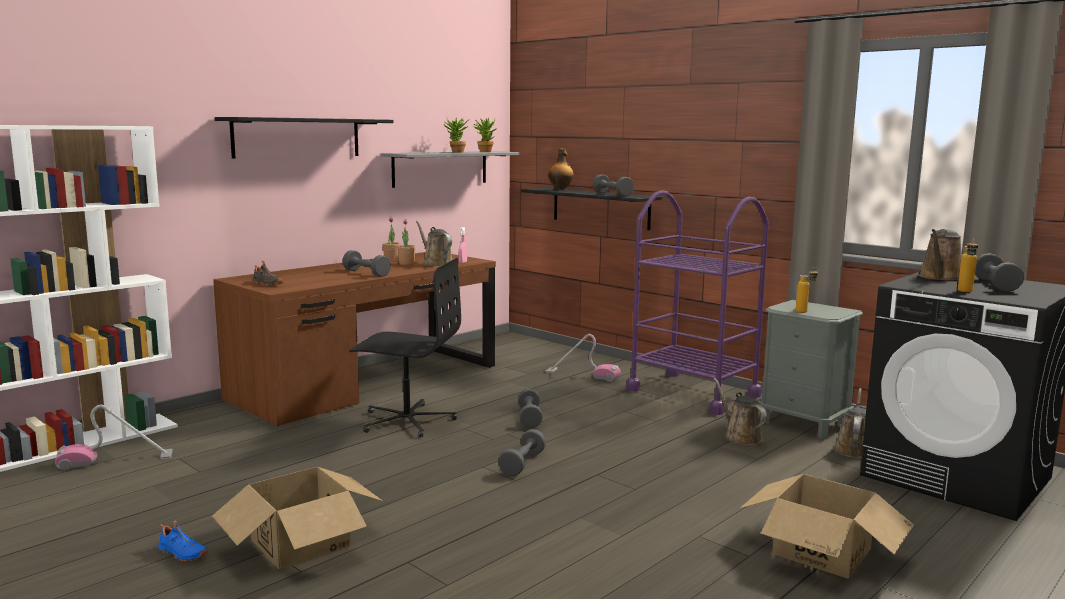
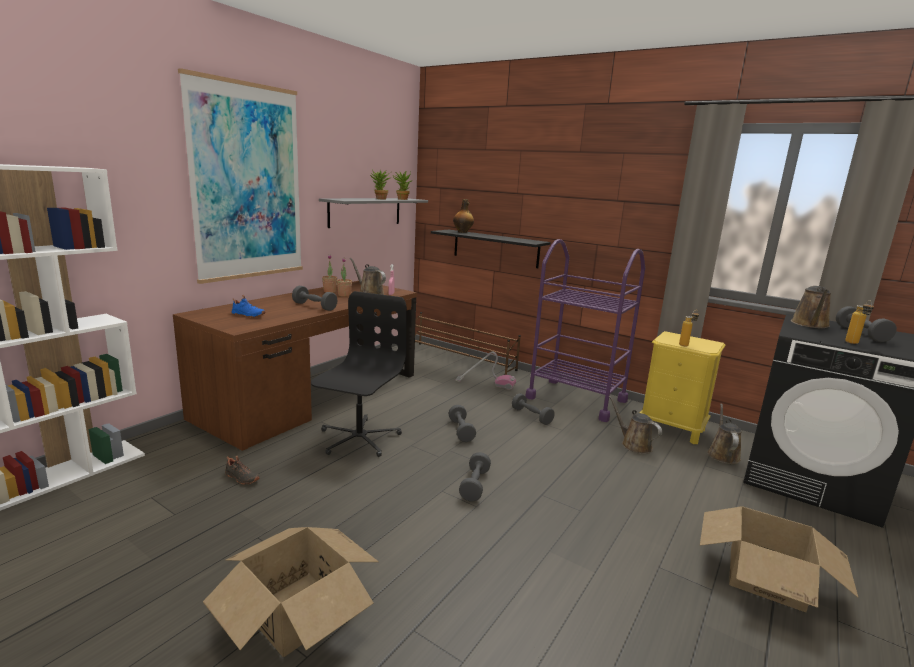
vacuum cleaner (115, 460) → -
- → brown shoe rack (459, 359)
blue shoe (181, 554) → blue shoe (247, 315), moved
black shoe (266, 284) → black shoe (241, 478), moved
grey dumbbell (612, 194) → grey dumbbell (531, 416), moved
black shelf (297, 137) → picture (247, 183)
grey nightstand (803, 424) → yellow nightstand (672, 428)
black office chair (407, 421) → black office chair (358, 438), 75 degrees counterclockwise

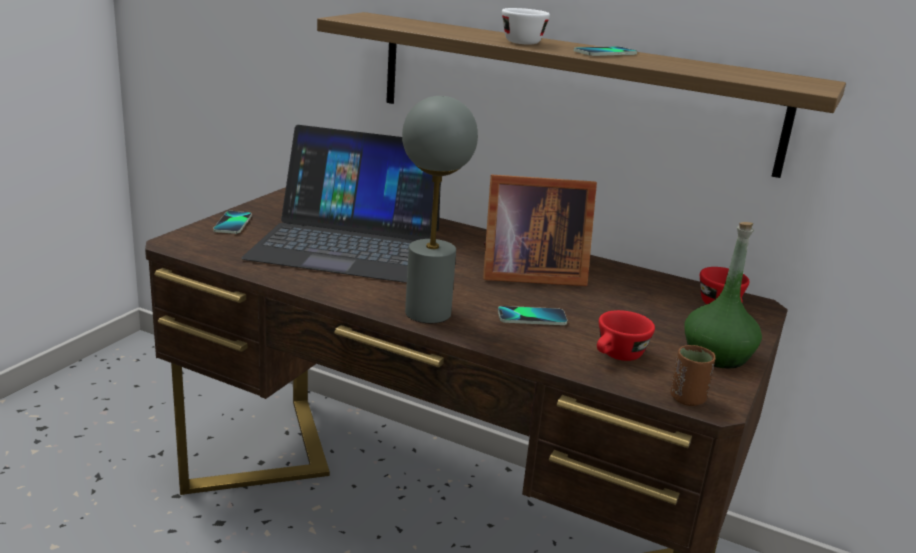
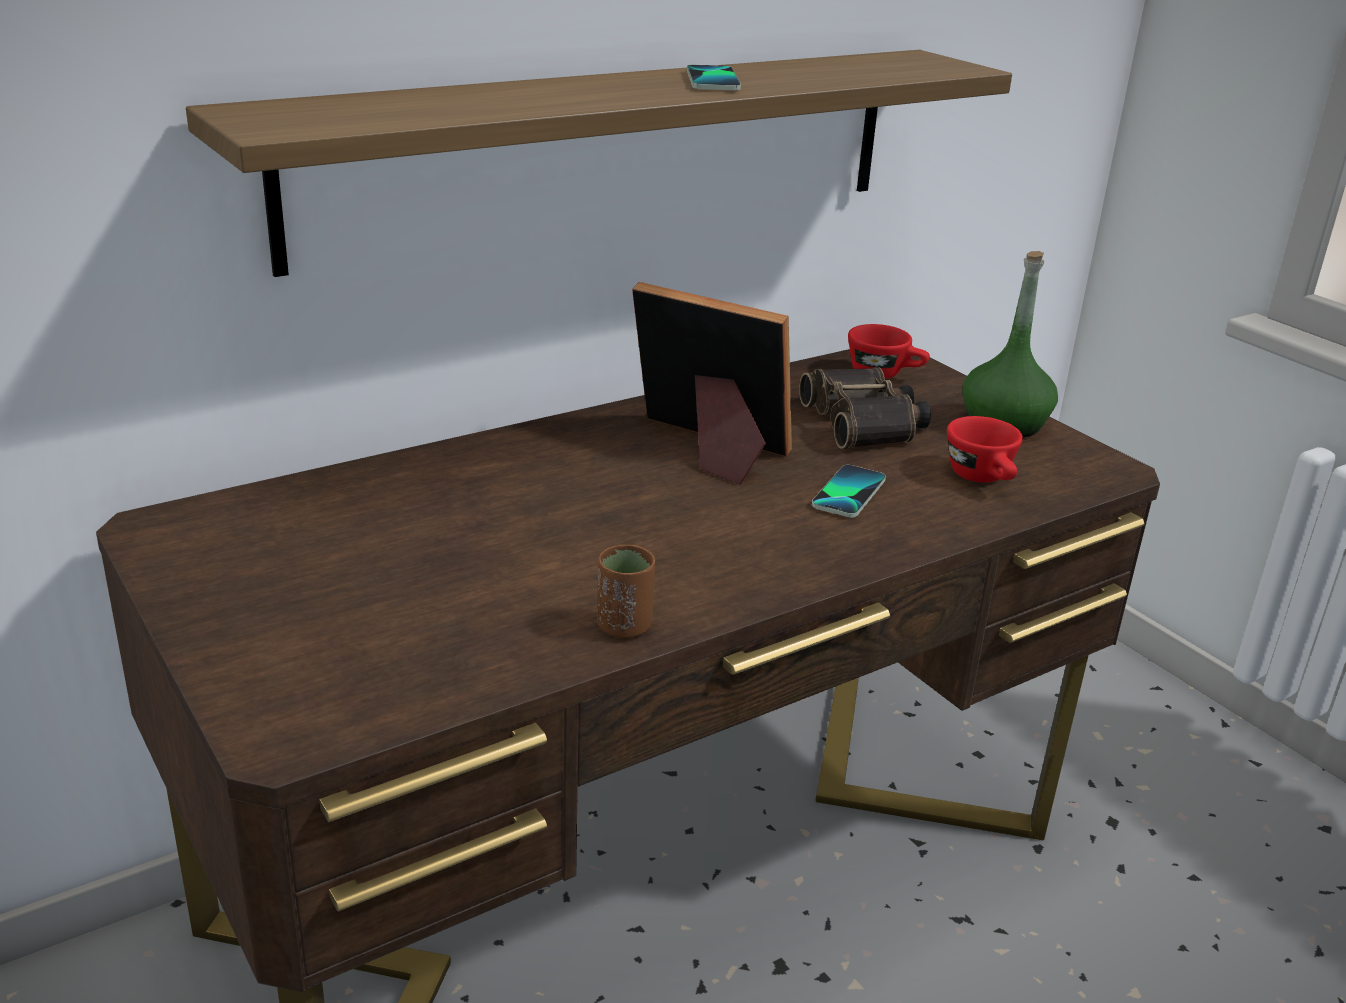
phone (233, 223) → -
laptop (347, 243) → -
grey table lamp (428, 313) → -
white cup (521, 41) → -
- → binoculars (865, 422)
brown cup (687, 399) → brown cup (624, 626), moved
picture frame (528, 274) → picture frame (708, 449), 90 degrees counterclockwise

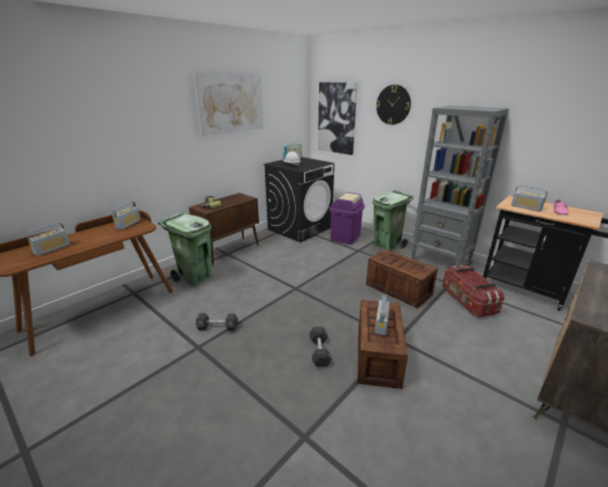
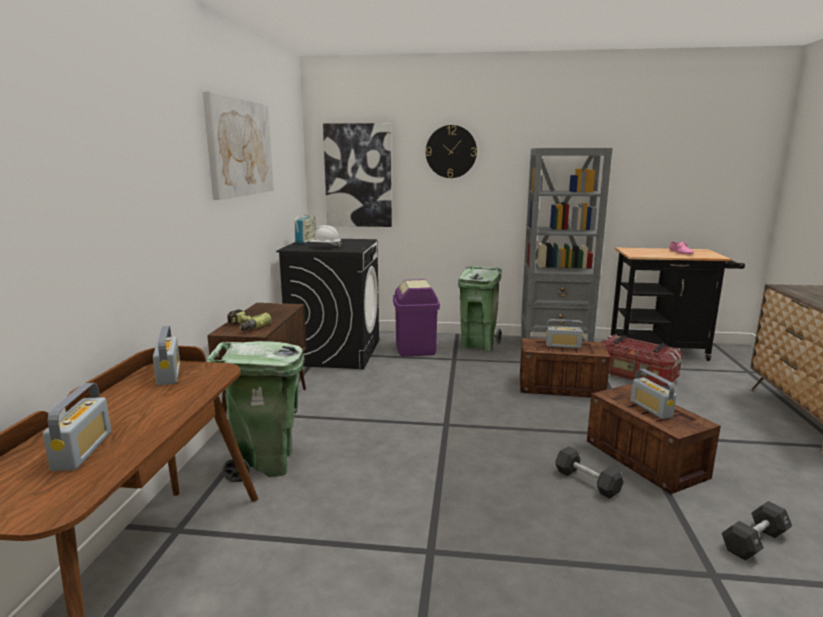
black dumbbell (217, 327) → black dumbbell (754, 541), moved
radio (526, 207) → radio (563, 346), moved

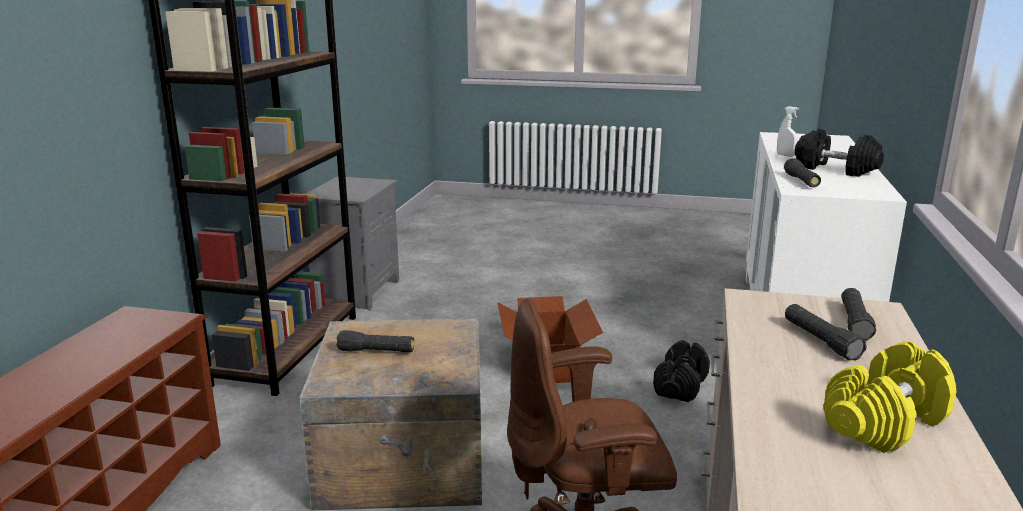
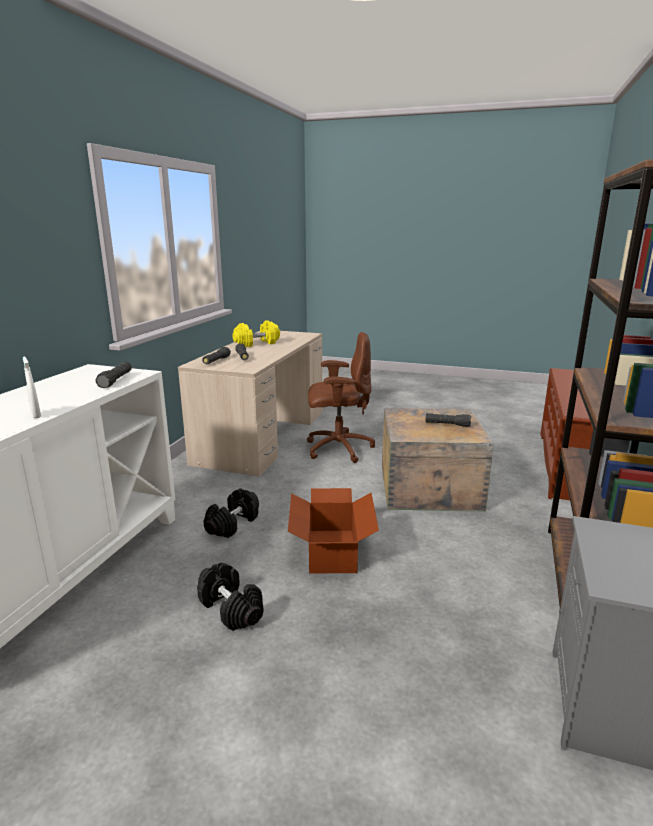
black dumbbell (835, 169) → black dumbbell (231, 609), moved

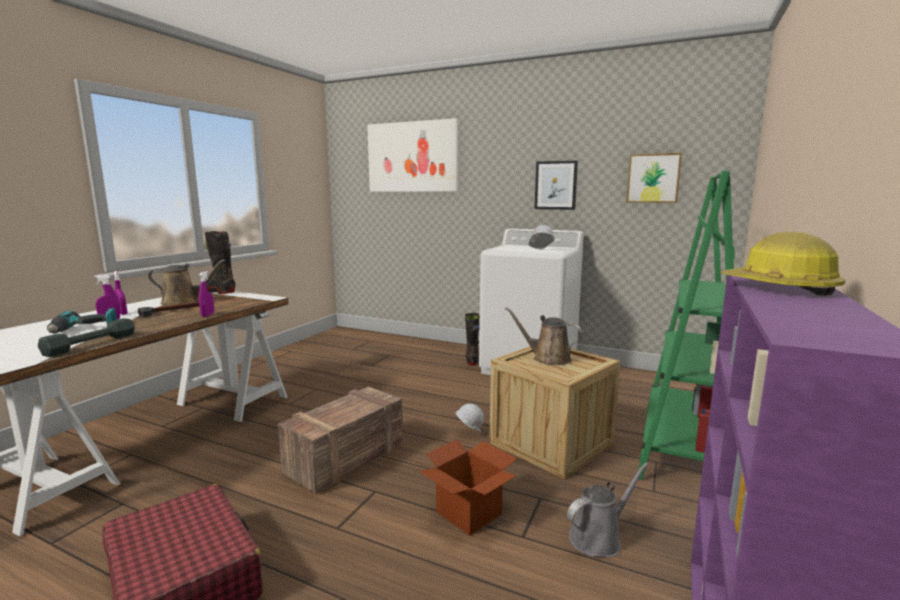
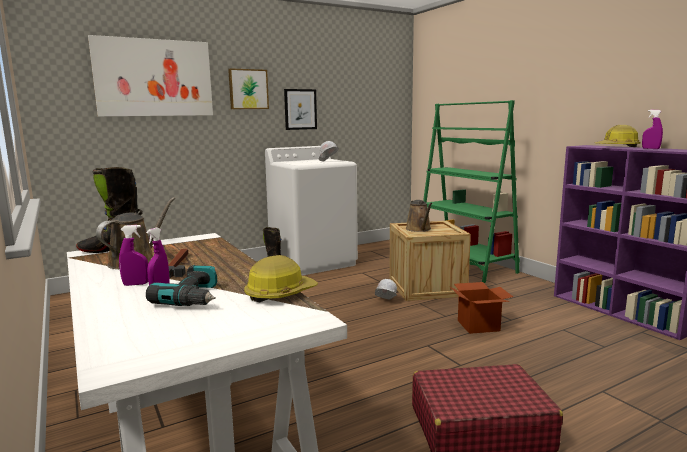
crate (347, 457) → -
grey watering can (598, 538) → -
purple spray bottle (208, 315) → purple spray bottle (650, 149), moved
picture (653, 178) → picture (248, 89), moved
grey dumbbell (90, 344) → hard hat (280, 294)
brown watering can (547, 358) → brown watering can (419, 229), 75 degrees counterclockwise

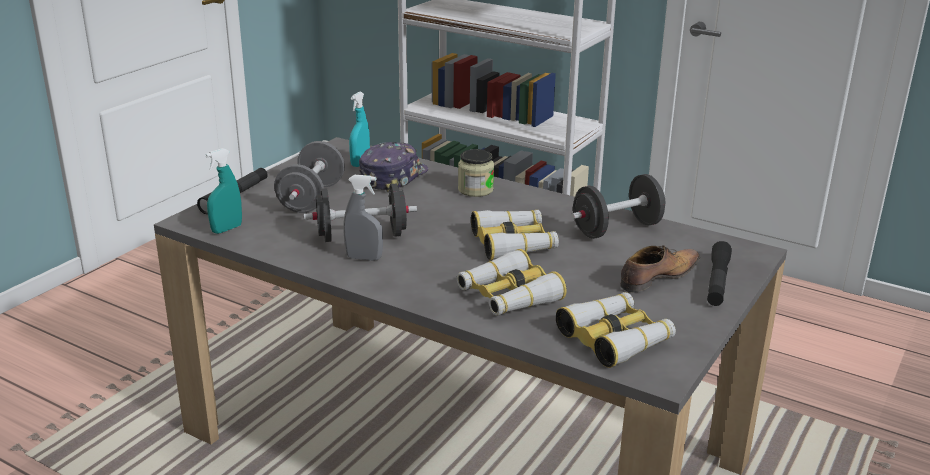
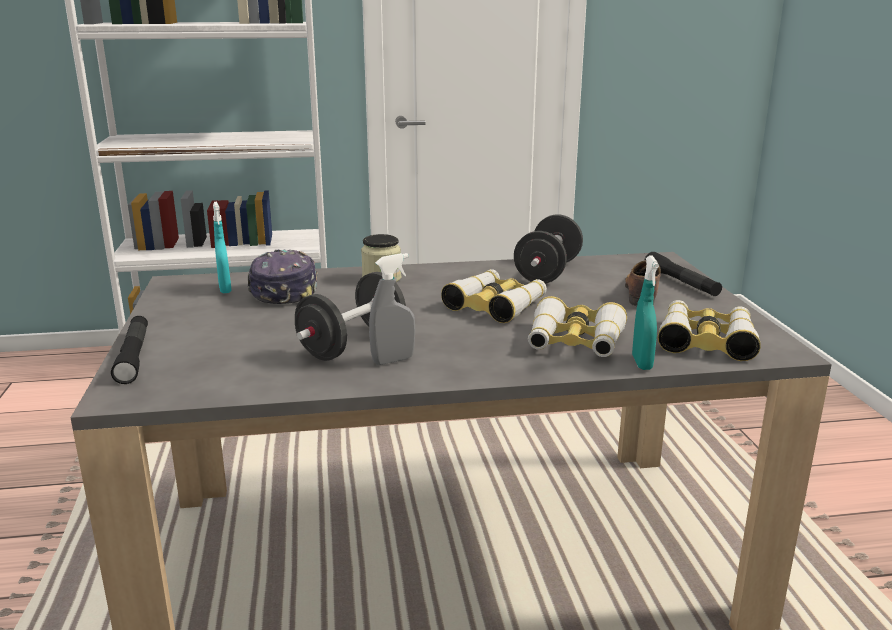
grey dumbbell (311, 198) → -
turquoise spray bottle (226, 229) → turquoise spray bottle (642, 363), moved

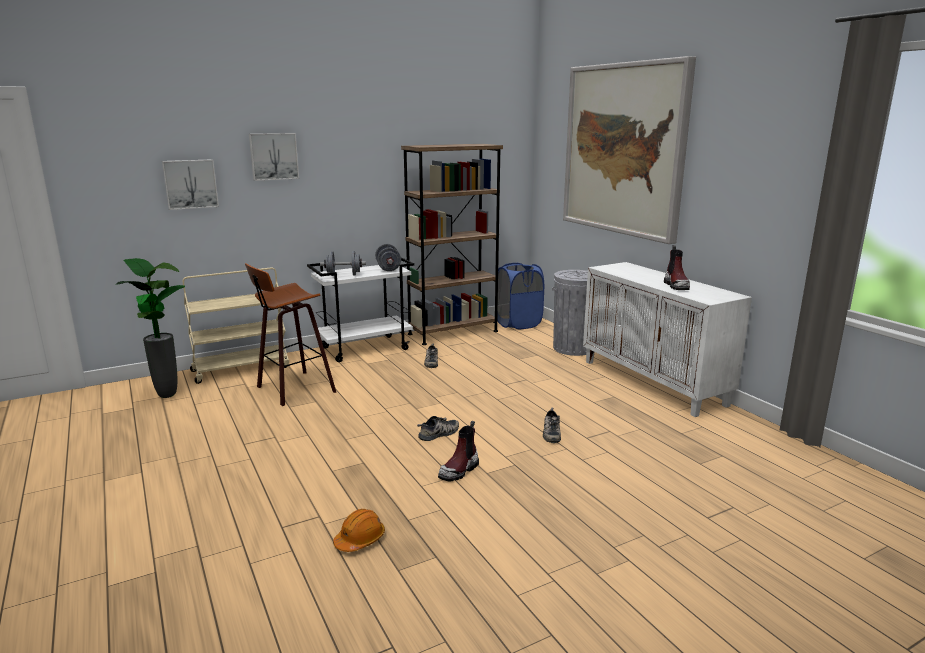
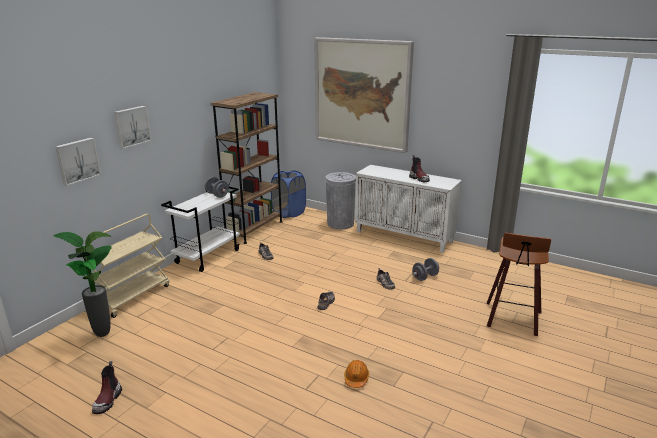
stool (293, 389) → stool (513, 320), moved
grey dumbbell (343, 275) → grey dumbbell (425, 277), moved
boot (459, 470) → boot (108, 400), moved

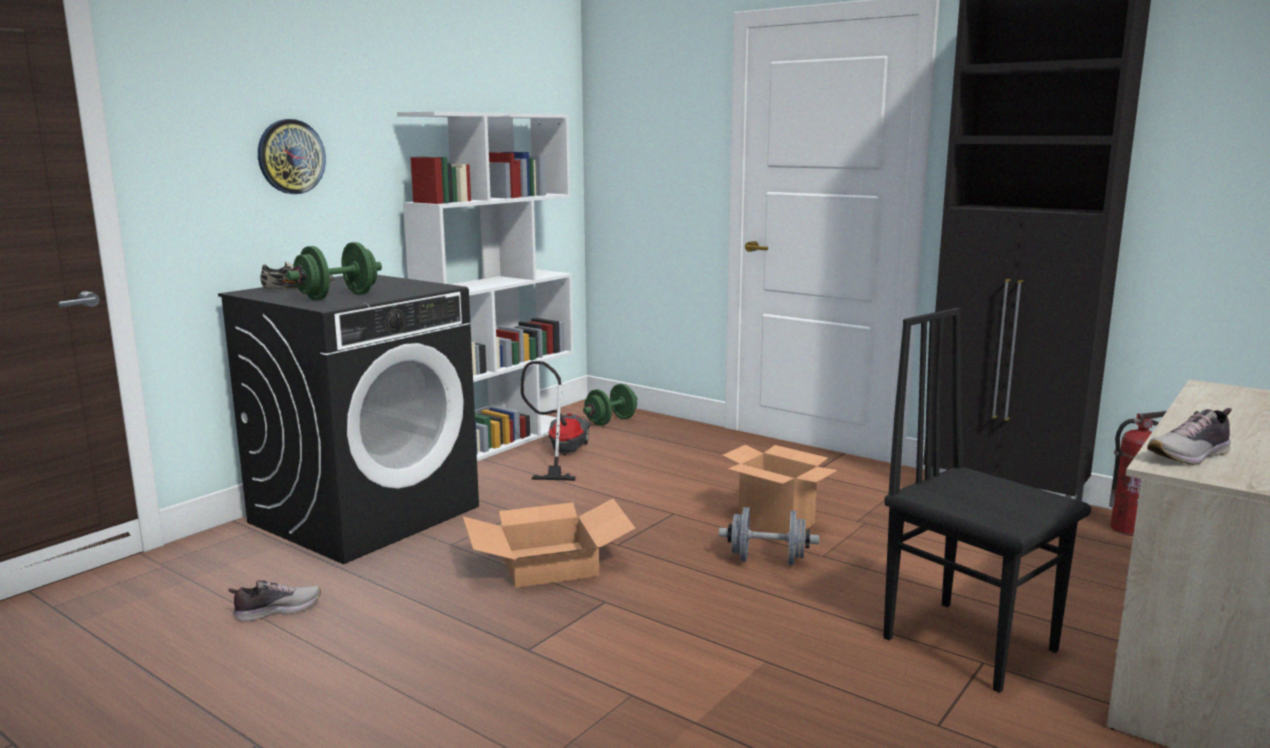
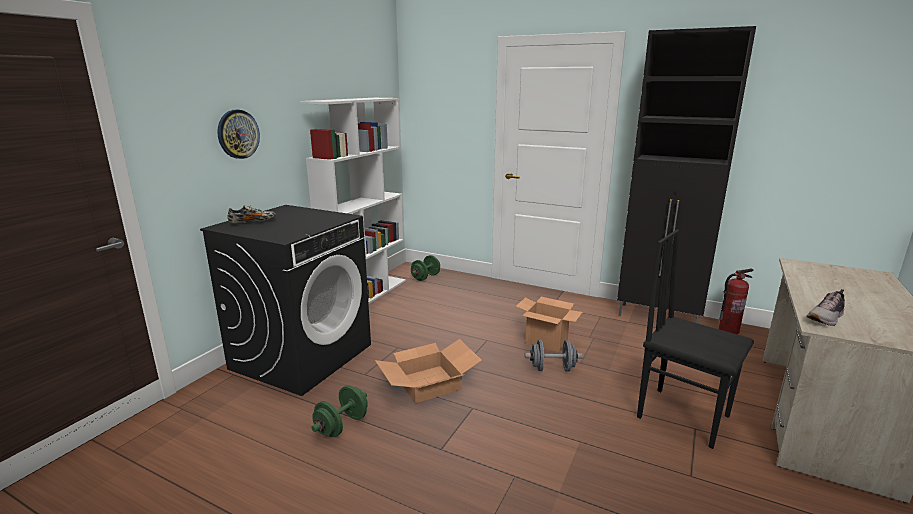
shoe (277, 610) → -
vacuum cleaner (560, 454) → -
green dumbbell (337, 297) → green dumbbell (342, 426), moved

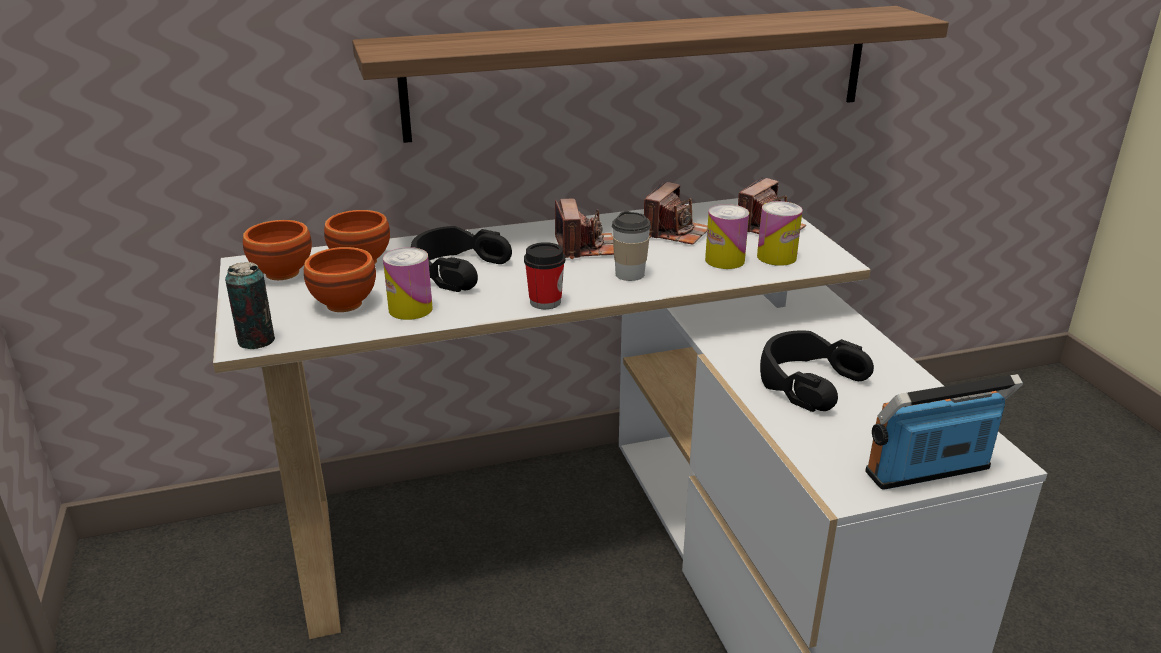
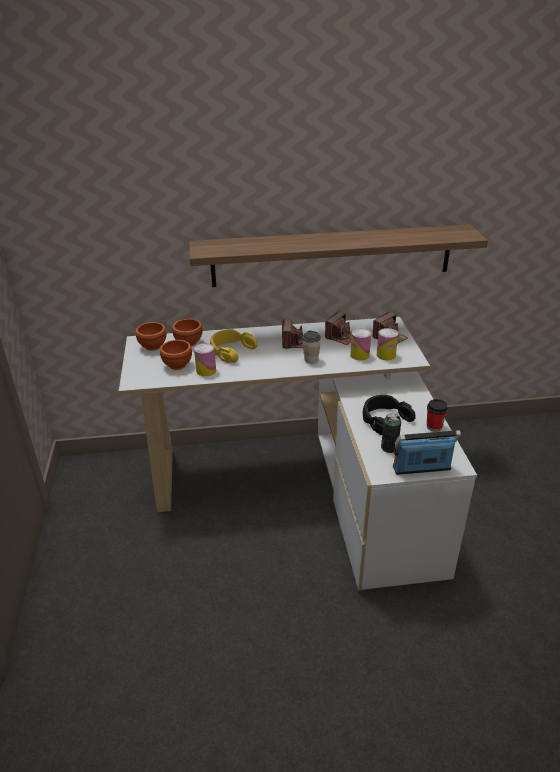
can (256, 341) → can (389, 447), moved
cup (545, 302) → cup (434, 426), moved
black headphones (456, 270) → yellow headphones (231, 351)

